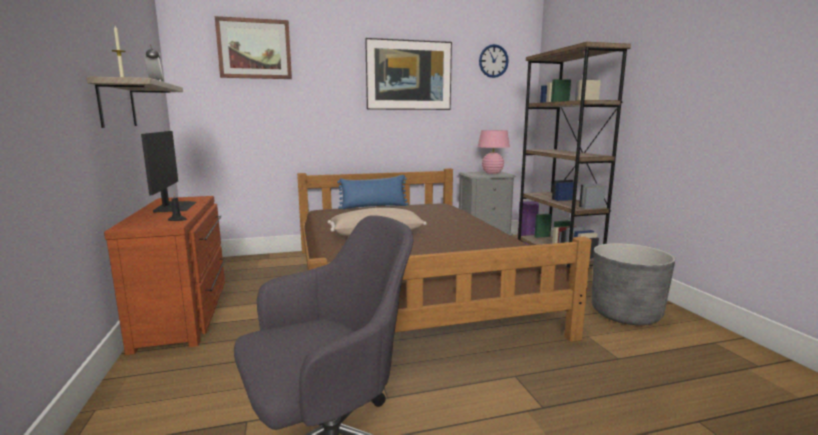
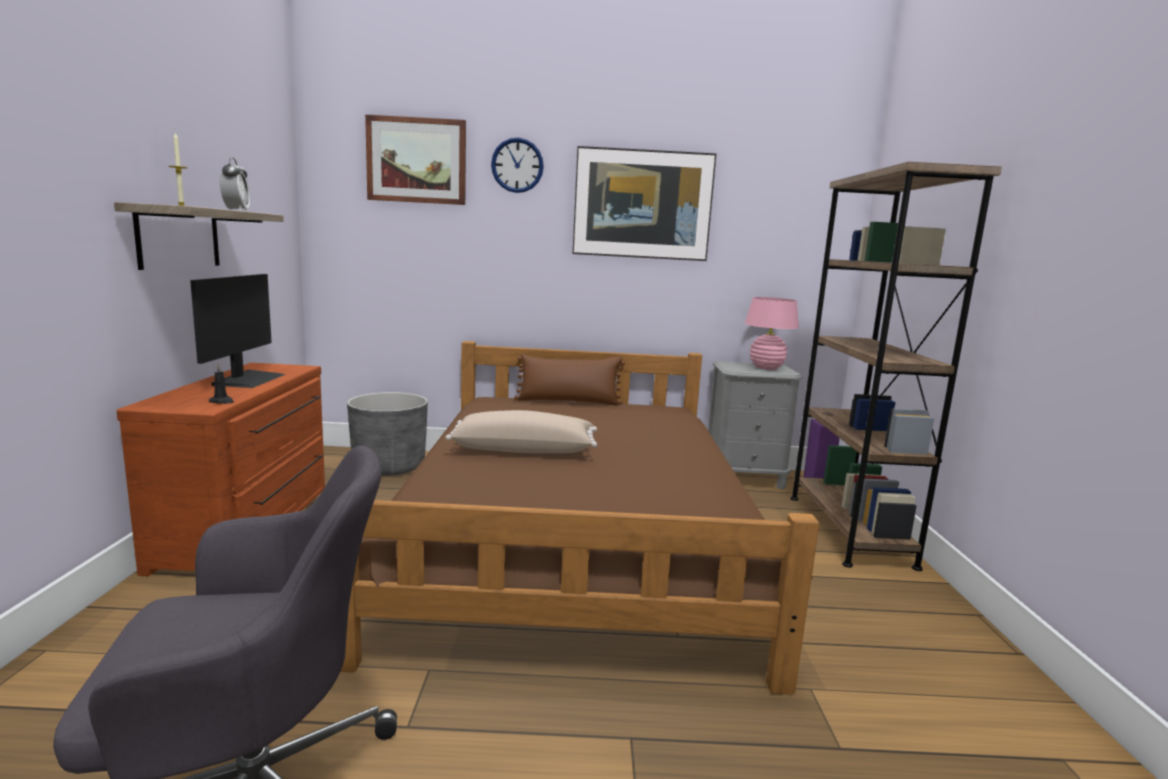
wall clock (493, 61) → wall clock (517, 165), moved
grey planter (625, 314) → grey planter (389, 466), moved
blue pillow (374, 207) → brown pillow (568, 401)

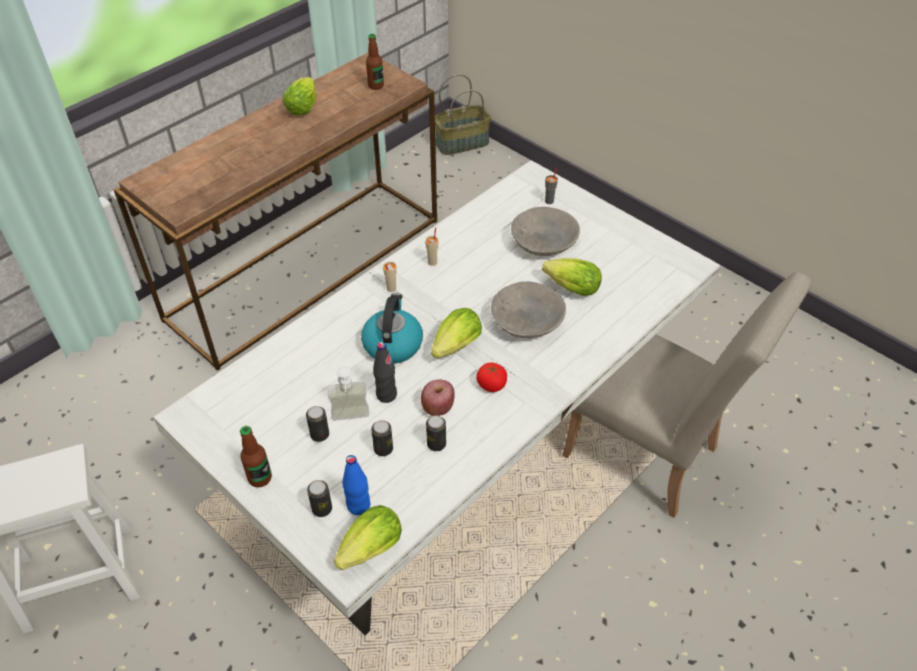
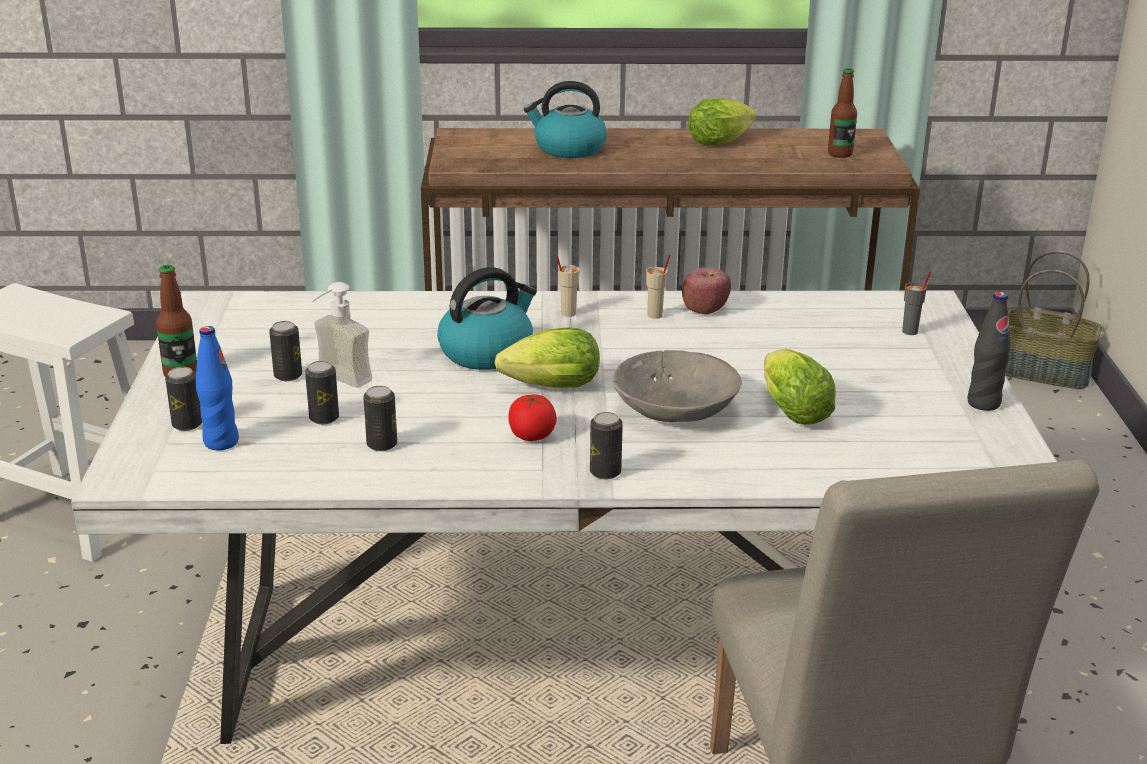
lettuce (367, 552) → -
grey bowl (544, 243) → -
- → kettle (568, 149)
- → can (605, 472)
black bottle (386, 395) → black bottle (983, 403), moved
apple (438, 407) → apple (704, 310), moved

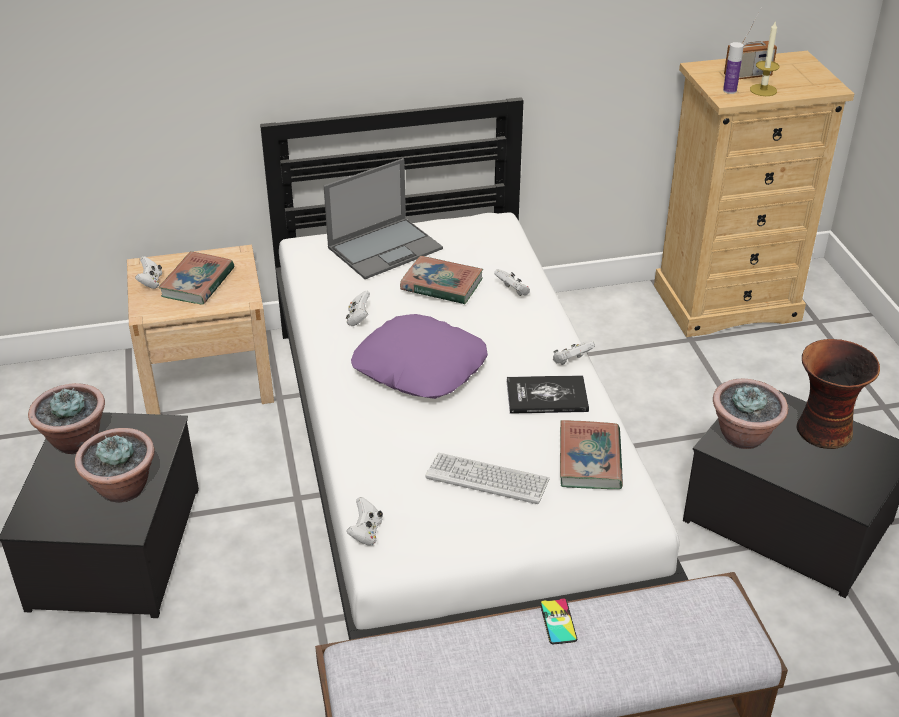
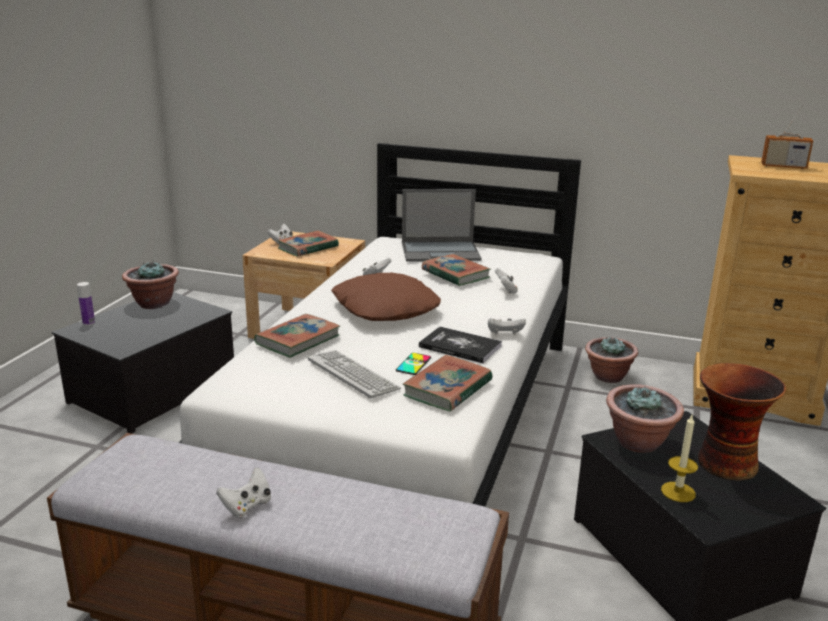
- → book (298, 340)
potted plant (122, 489) → potted plant (608, 377), moved
white game controller (366, 532) → white game controller (247, 506), moved
phone (558, 621) → phone (413, 364), moved
bottle (729, 90) → bottle (89, 323), moved
candle (763, 90) → candle (678, 492), moved
purple pillow (419, 368) → brown pillow (384, 308)

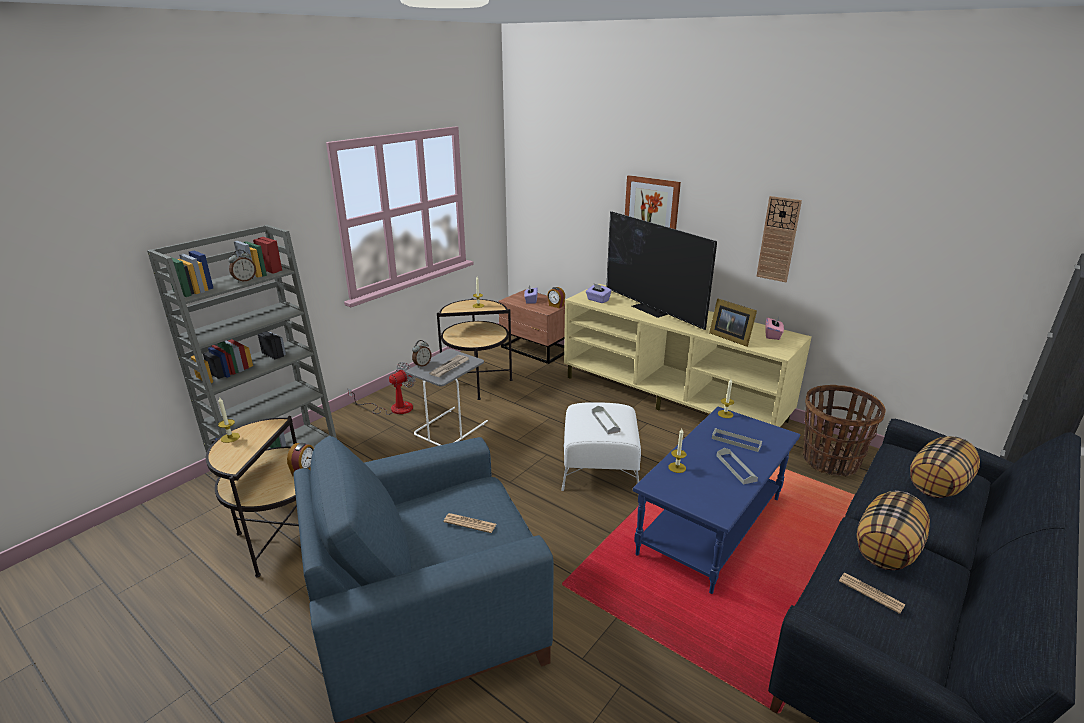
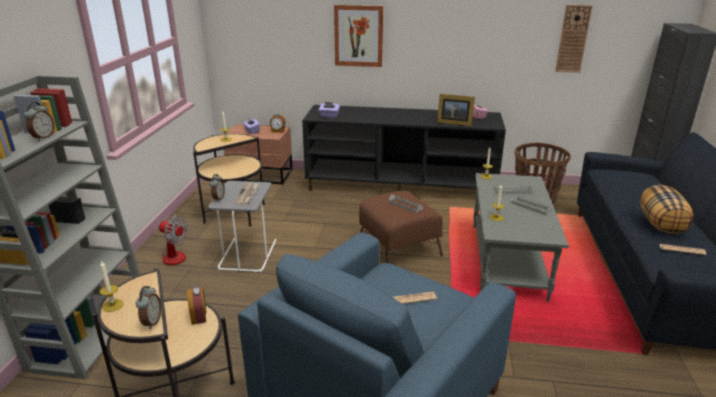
television (652, 309) → -
pillow (938, 485) → -
- → alarm clock (151, 322)
wall clock (778, 239) → wall clock (573, 39), moved
white ottoman (600, 468) → brown ottoman (398, 247)
beige tv stand (671, 398) → black tv stand (401, 186)
blue coffee table (711, 527) → grey coffee table (508, 261)
fan (393, 408) → fan (175, 254), 105 degrees clockwise

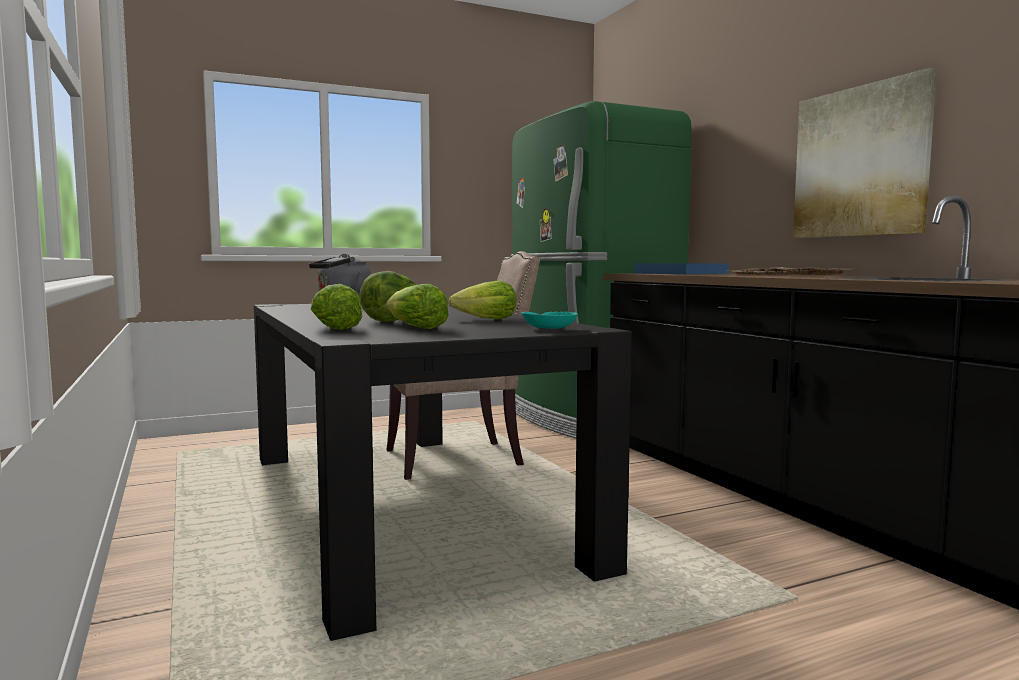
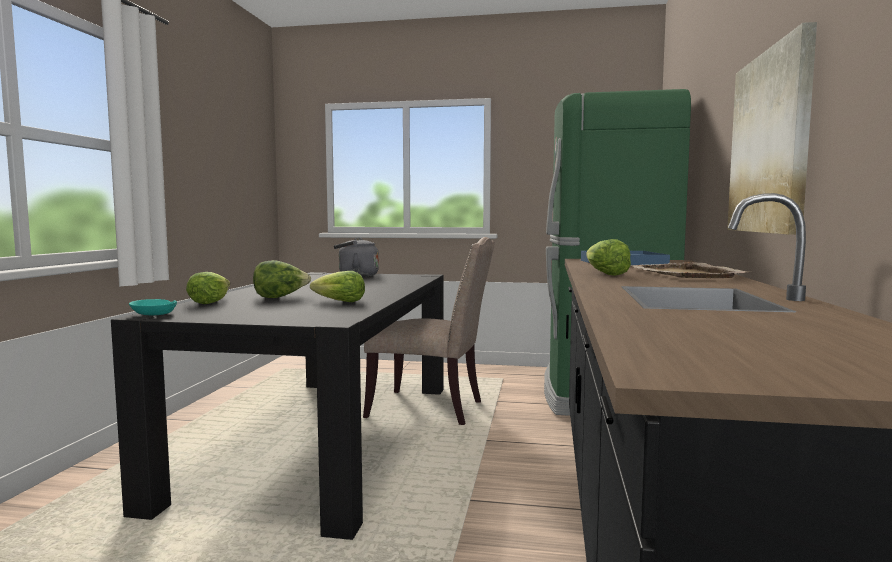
lettuce (414, 328) → lettuce (604, 274), moved
turquoise bowl (548, 328) → turquoise bowl (155, 314), moved

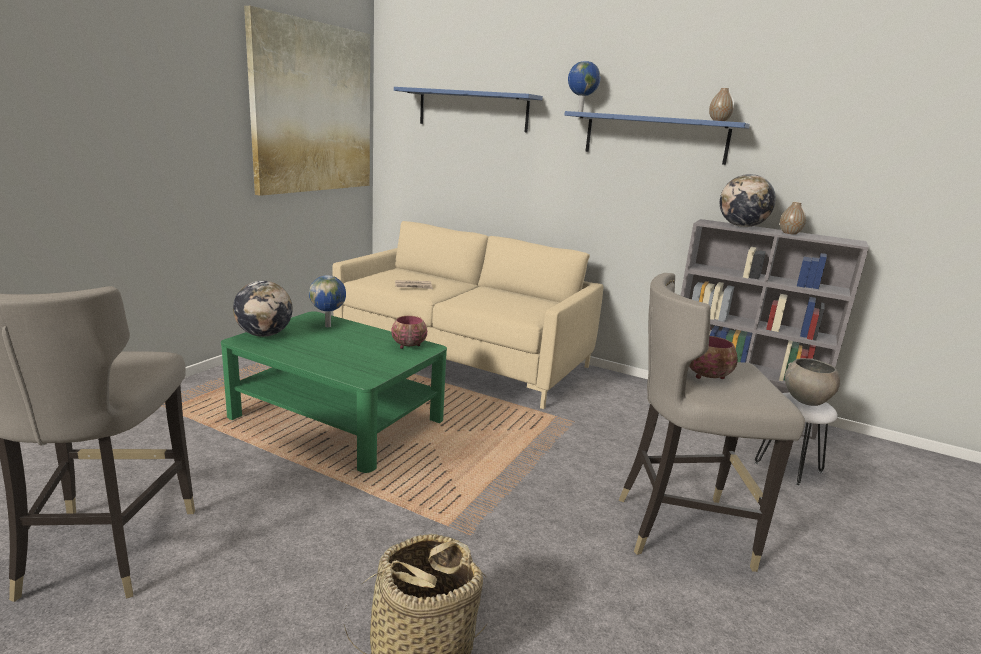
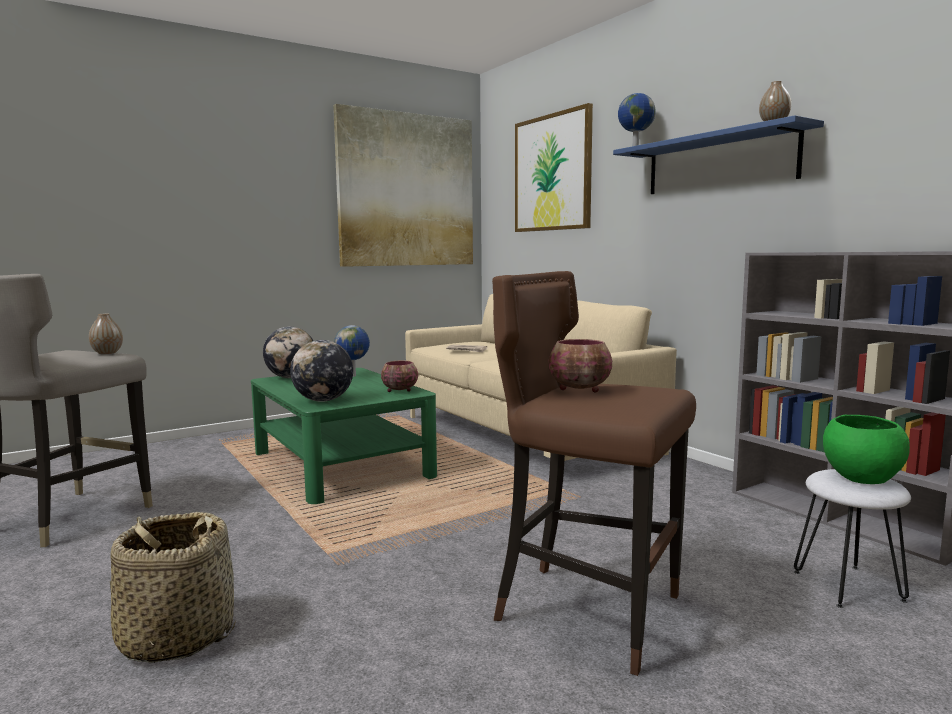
globe (741, 226) → globe (323, 400), moved
vase (789, 233) → vase (107, 353), moved
blue shelf (472, 110) → picture (552, 173)
grey stool (681, 528) → brown stool (586, 611)
grey bowl (806, 400) → green bowl (861, 477)

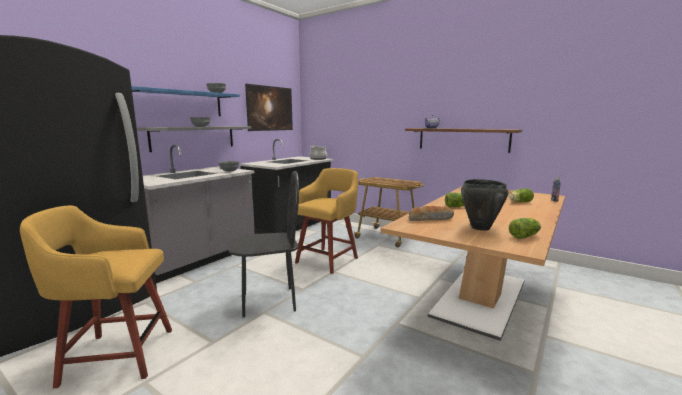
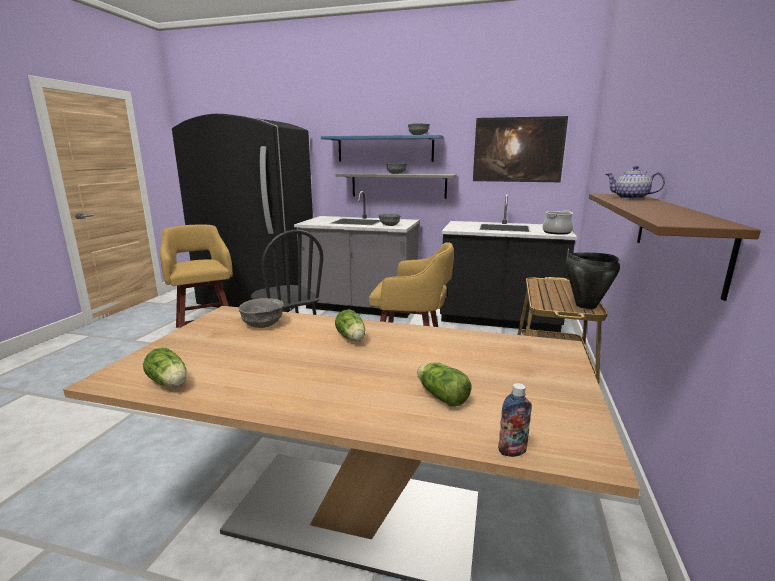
black cooking pot (480, 228) → black cooking pot (585, 305), moved
bread (430, 219) → grey bowl (263, 324)

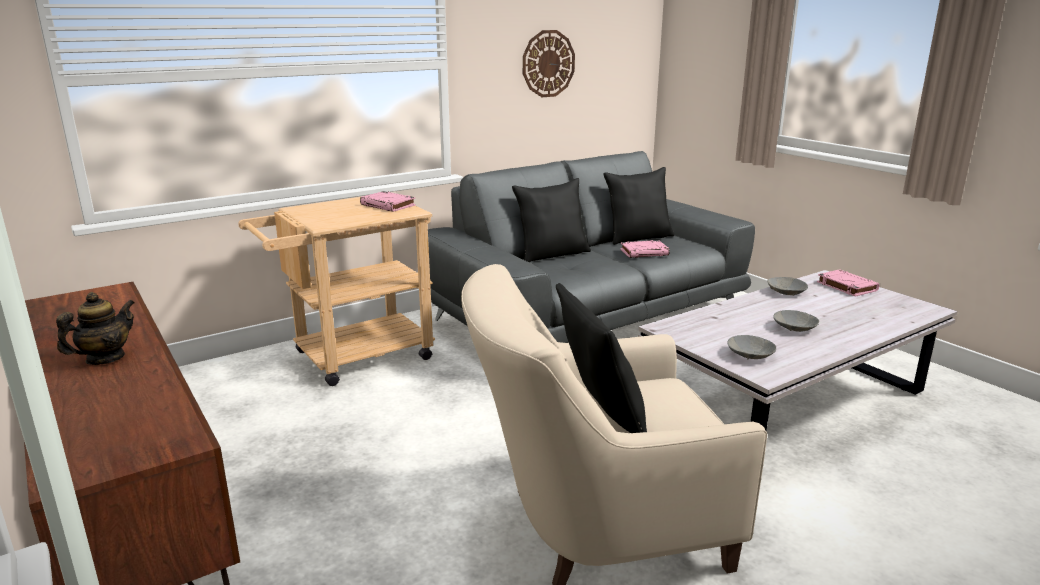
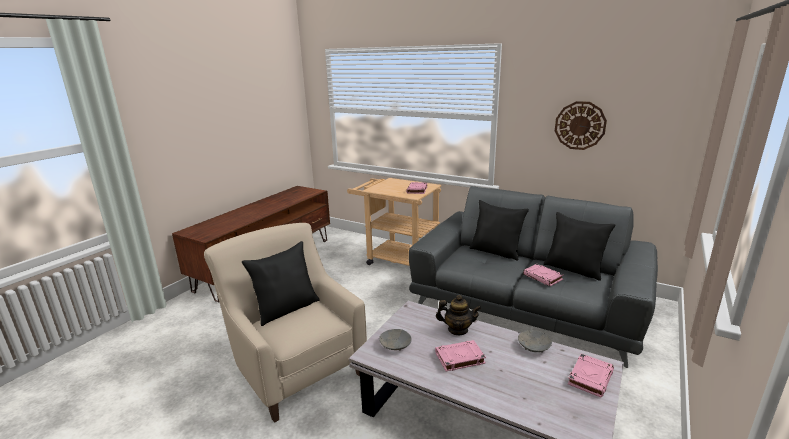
teapot (105, 358) → teapot (457, 330), moved
grey bowl (795, 328) → pink book (459, 358)

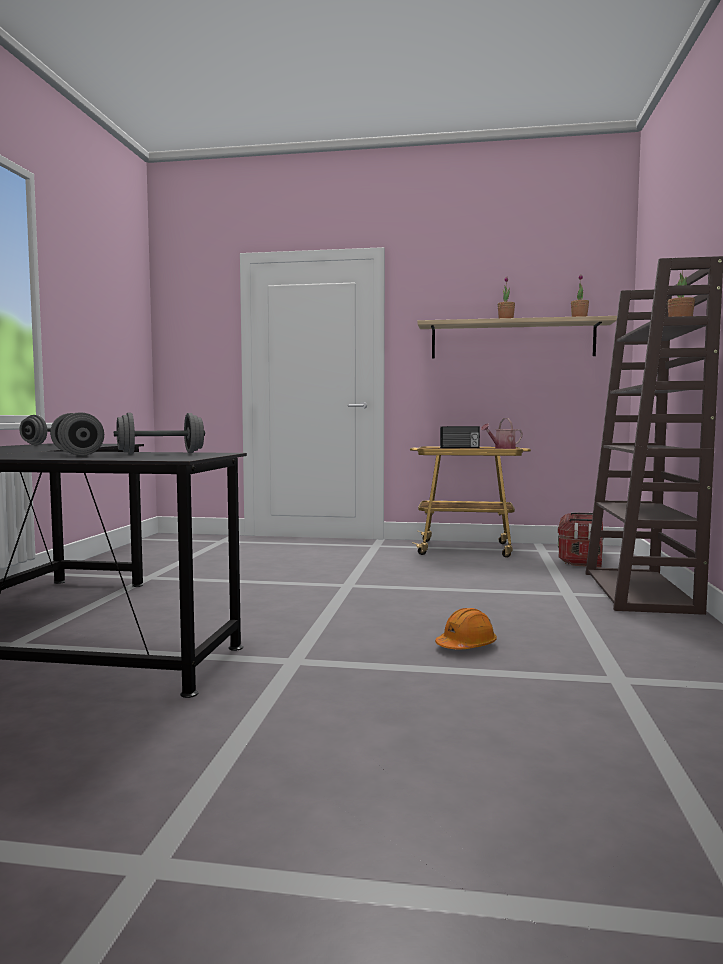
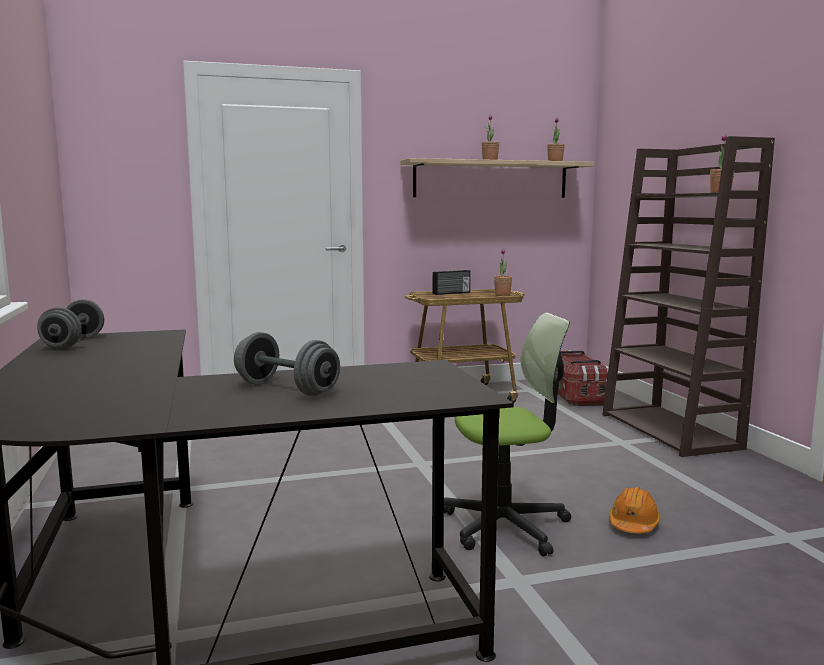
grey dumbbell (161, 453) → -
- → office chair (505, 525)
watering can (502, 448) → potted plant (502, 294)

